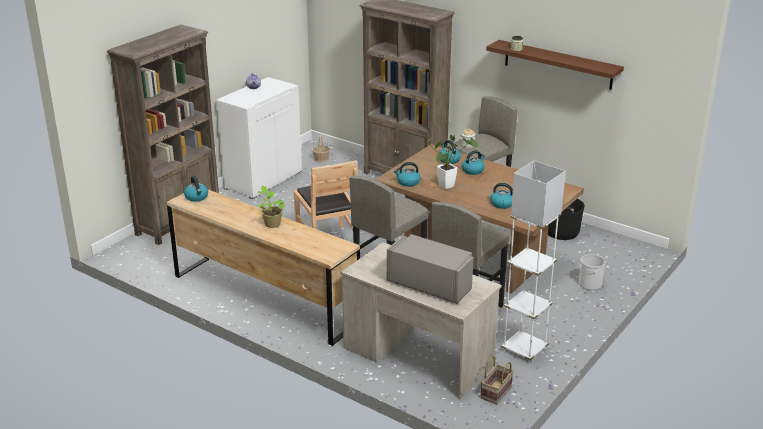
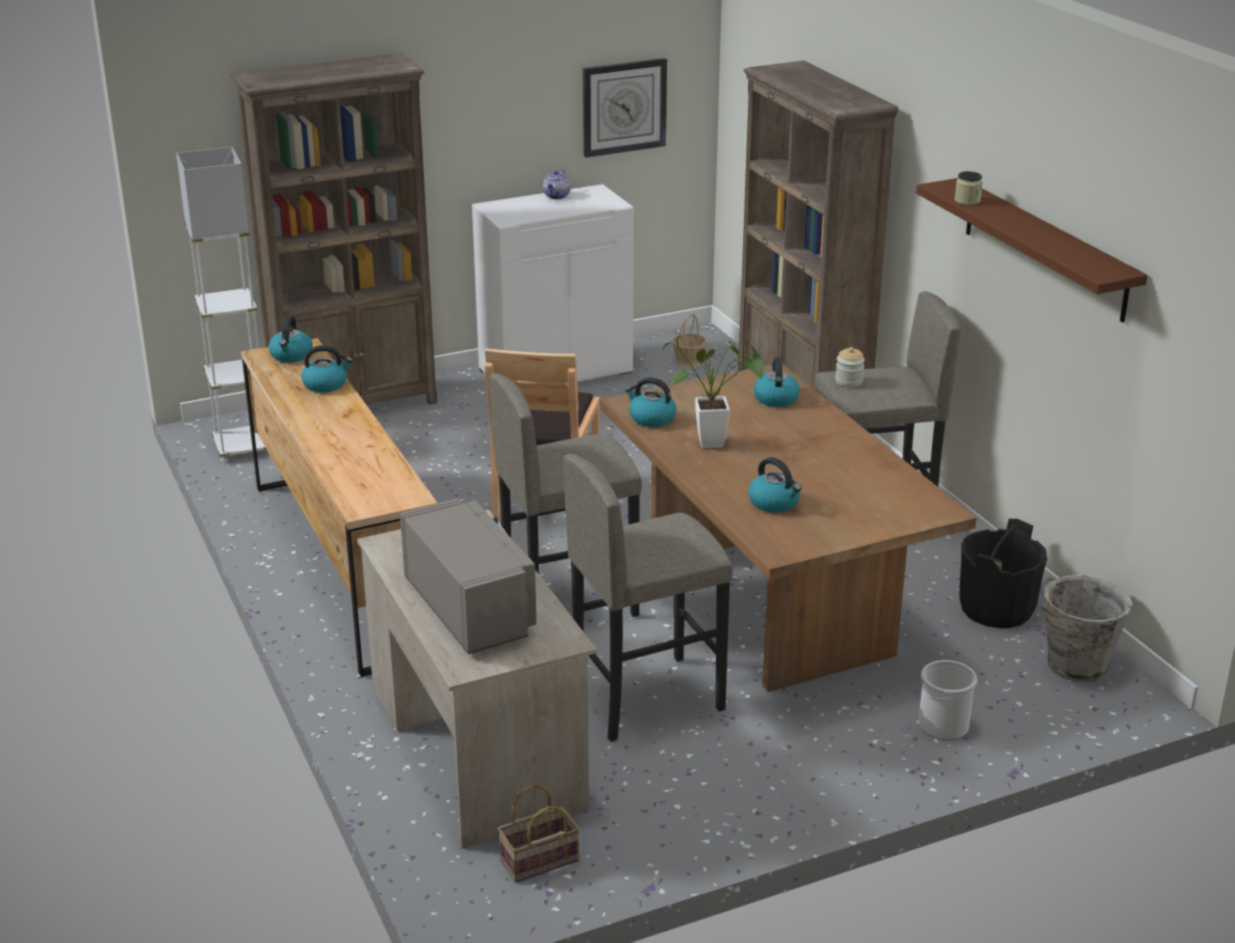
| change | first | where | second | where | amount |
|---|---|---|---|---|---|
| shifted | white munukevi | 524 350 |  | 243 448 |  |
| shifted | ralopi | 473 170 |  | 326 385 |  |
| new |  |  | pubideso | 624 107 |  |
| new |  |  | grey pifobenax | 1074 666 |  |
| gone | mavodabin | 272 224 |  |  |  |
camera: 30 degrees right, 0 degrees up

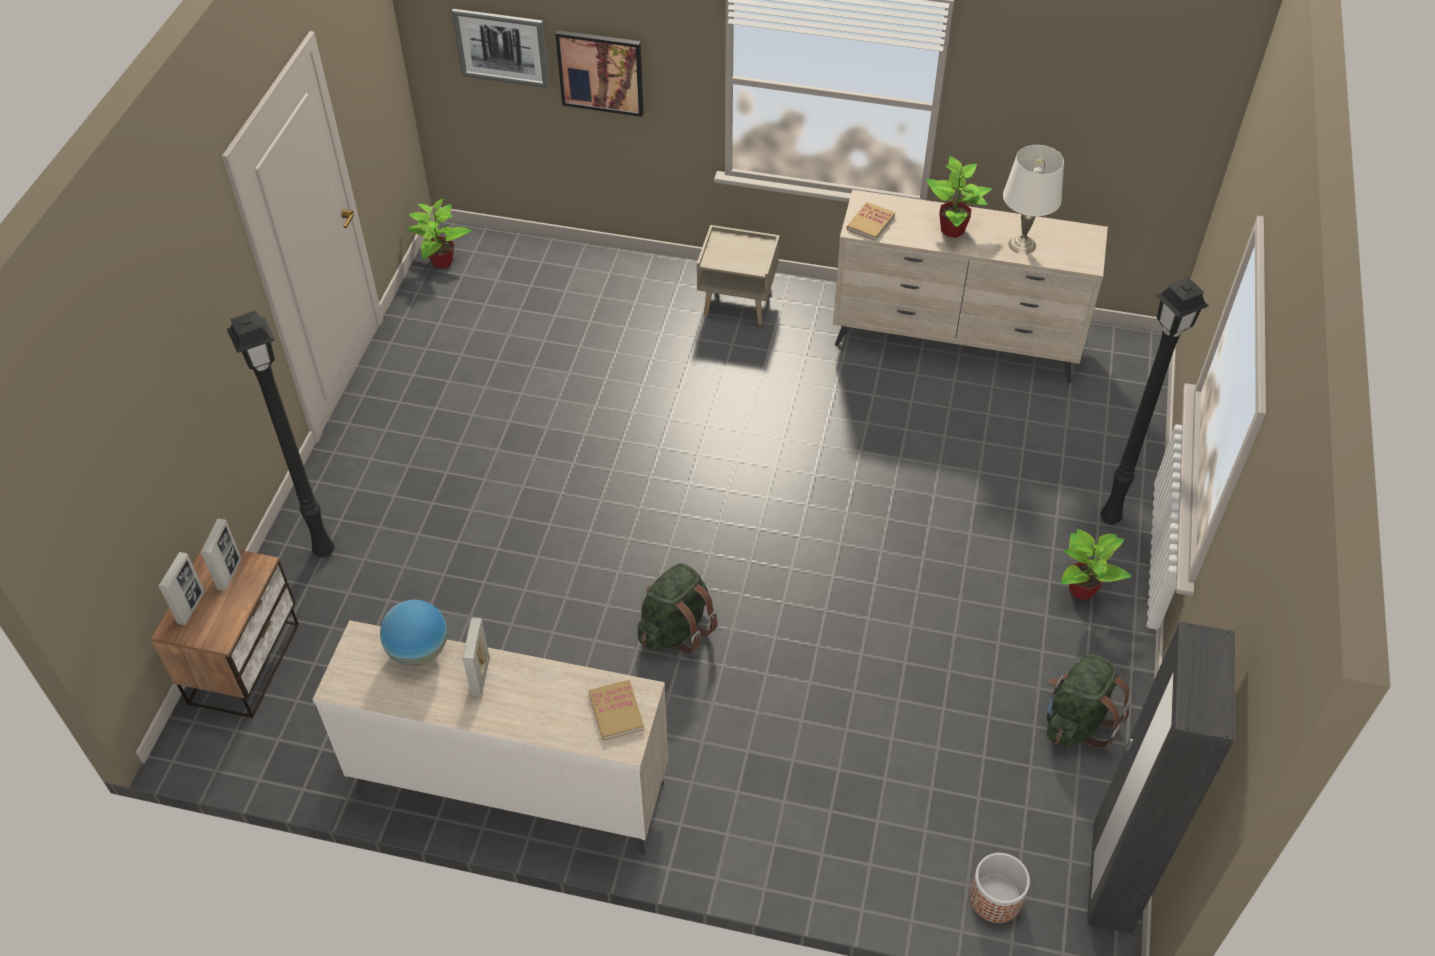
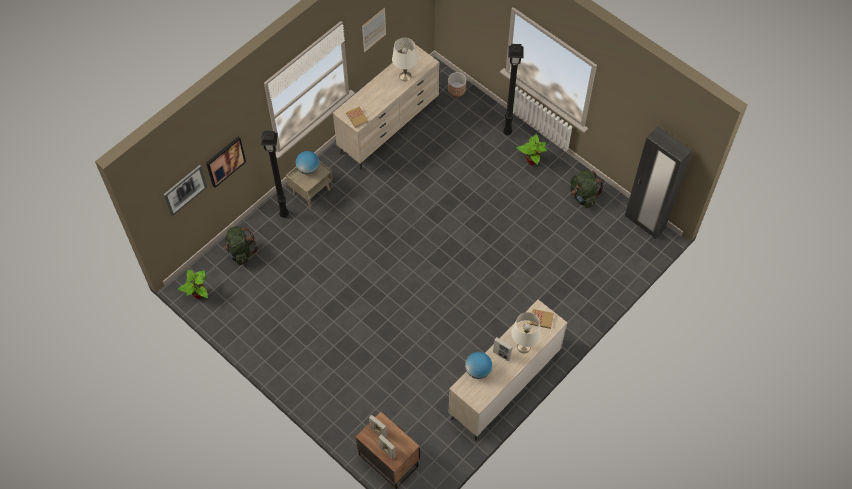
| change | first | where | second | where | amount |
|---|---|---|---|---|---|
| shifted | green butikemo | 675 629 |  | 240 252 |  |
| shifted | black munukevi | 322 550 |  | 283 215 |  |
| new |  |  | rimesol | 308 169 |  |
| new |  |  | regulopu | 374 30 |  |
| shifted | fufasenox | 995 898 |  | 456 89 |  |
| new |  |  | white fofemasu | 523 347 |  |
| gone | mavodabin | 953 230 |  |  |  |
camera: 60 degrees left, 10 degrees up

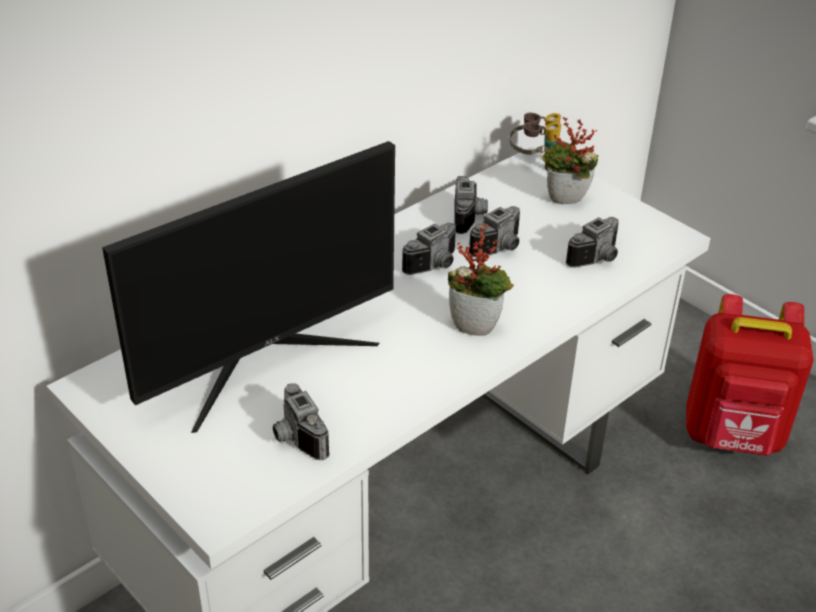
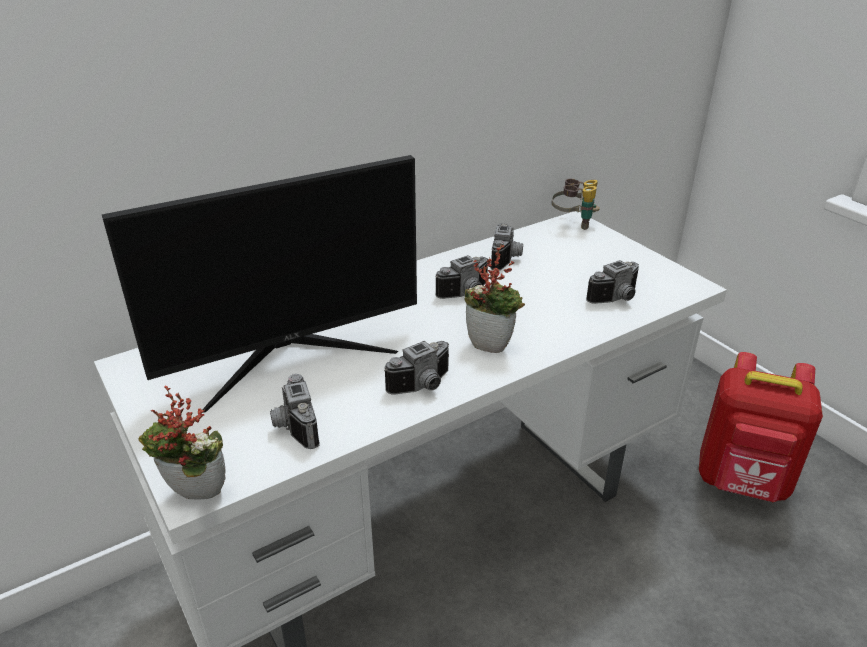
| change | first | where | second | where | amount |
|---|---|---|---|---|---|
| shifted | mavodabin | 565 203 |  | 194 497 |  |
| shifted | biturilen | 501 248 |  | 424 386 |  |
camera: 10 degrees right, 5 degrees down

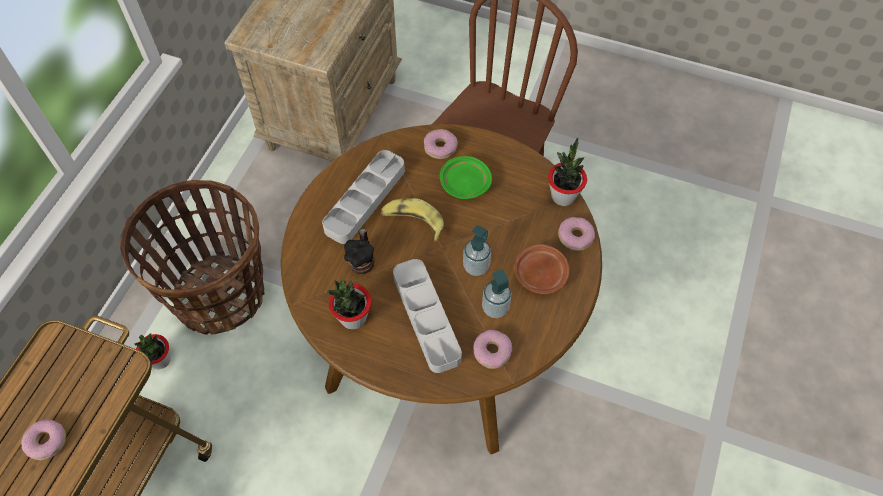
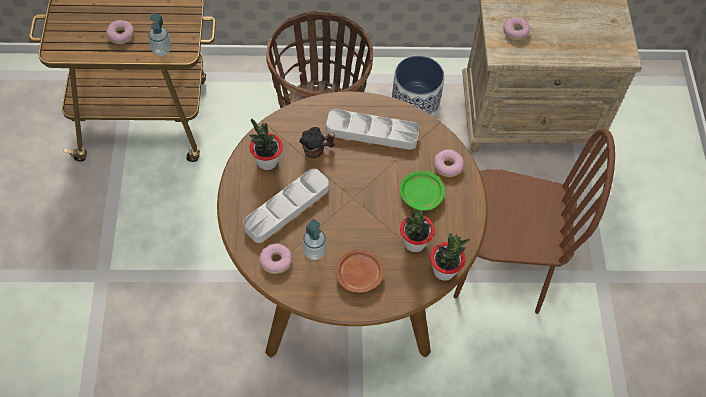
| change | first | where | second | where | amount |
|---|---|---|---|---|---|
| shifted | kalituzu | 476 266 |  | 161 50 |  |
| new |  |  | fufasenox | 415 101 |  |
| shifted | mavodabin | 160 360 |  | 414 243 |  |
| shifted | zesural | 575 237 |  | 515 31 |  |
| gone | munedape | 413 221 |  |  |  |
camera: 65 degrees right, 0 degrees up

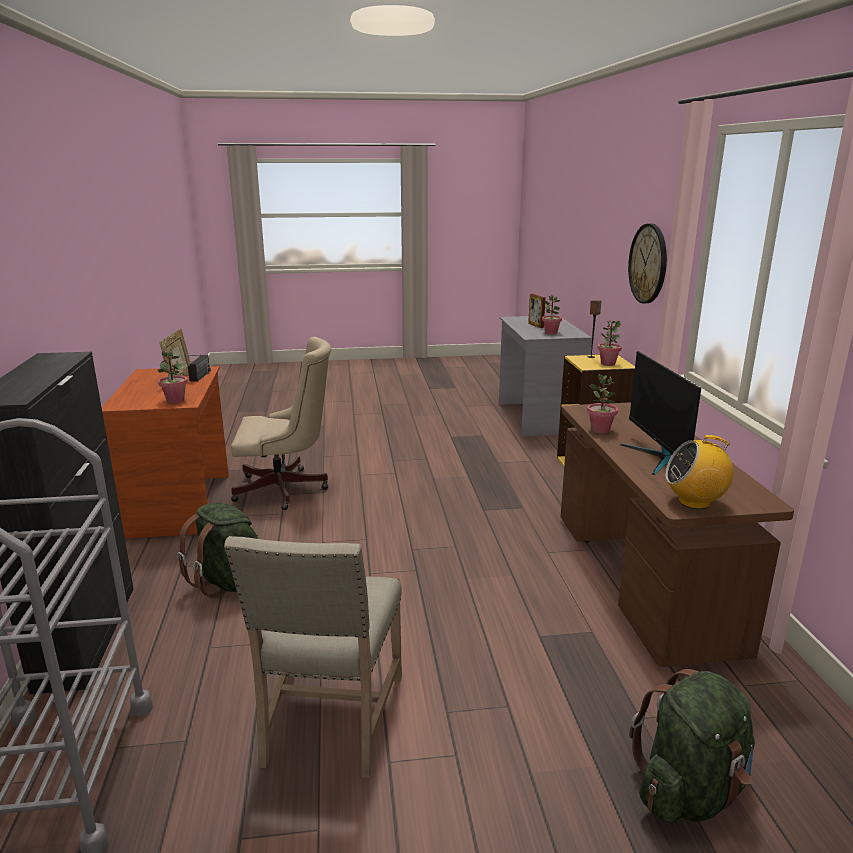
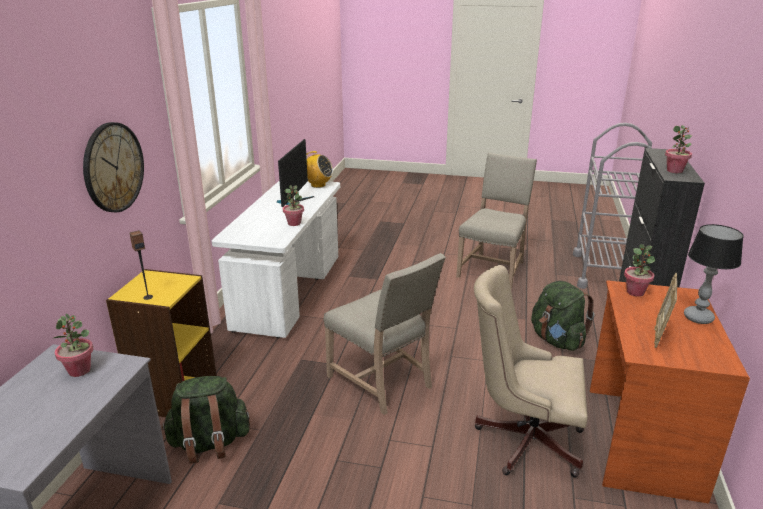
| change | first | where | second | where | amount |
|---|---|---|---|---|---|
| shifted | green butikemo | 689 791 |  | 209 443 |  |
| repainted | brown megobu | 642 579 | white megobu | 288 292 |  |
| new |  |  | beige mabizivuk | 383 382 |  |
| shifted | mavodabin | 607 363 |  | 674 171 |  |
| new |  |  | fofemasu | 698 317 |  |
| gone | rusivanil | 197 379 |  |  |  |
| gone | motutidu | 535 325 |  |  |  |
camera: 160 degrees left, 5 degrees up

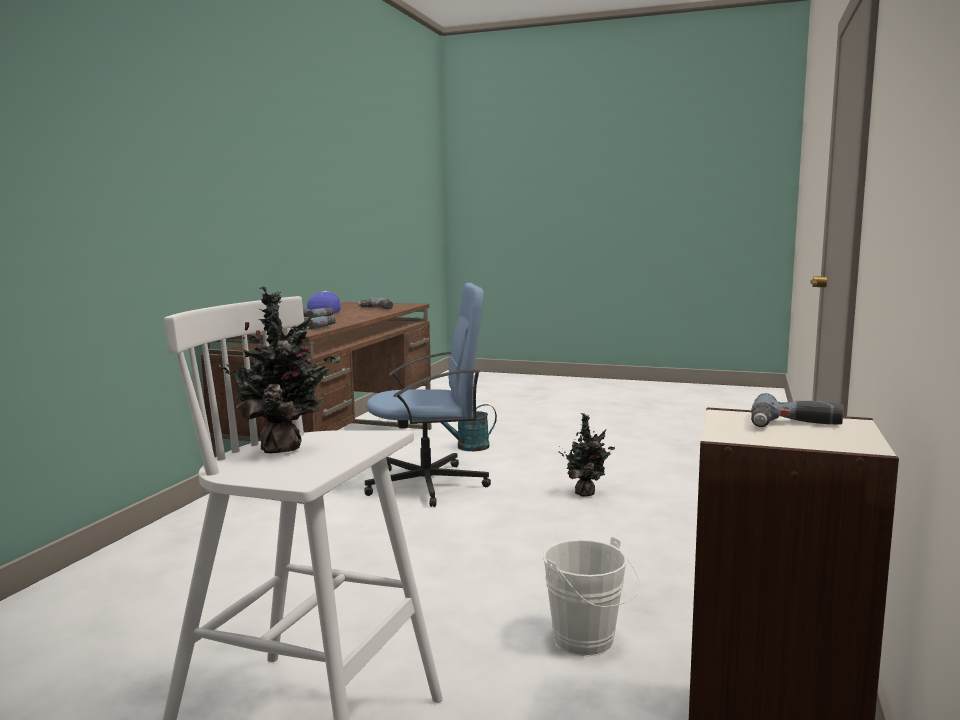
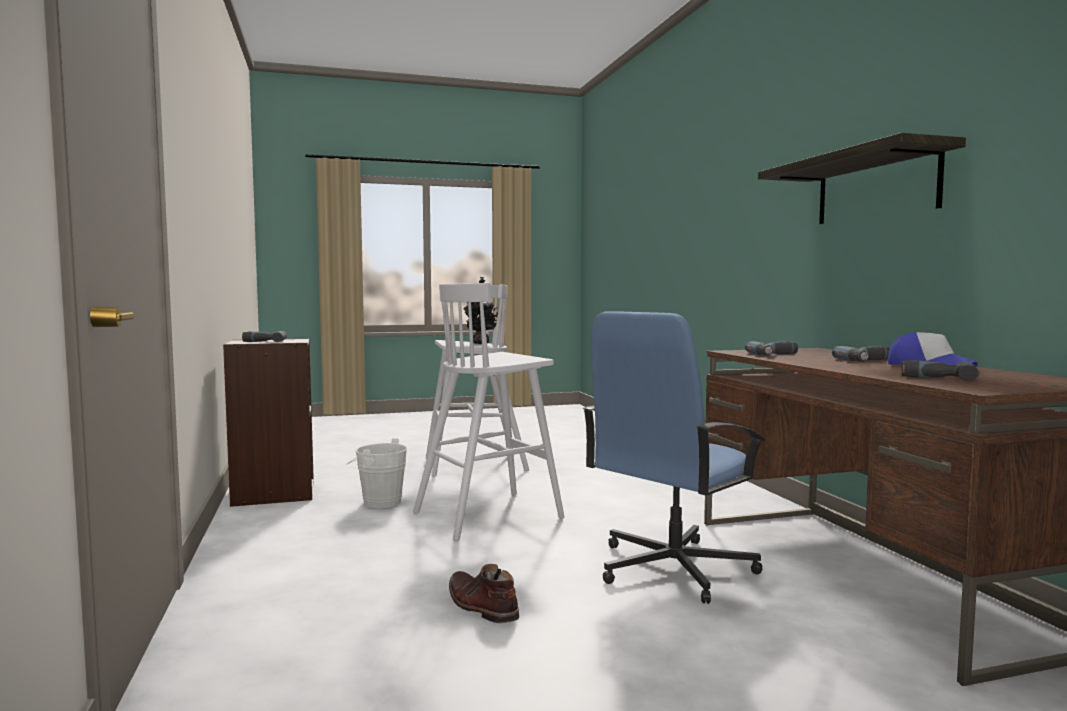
| change | first | where | second | where | amount |
|---|---|---|---|---|---|
| new |  |  | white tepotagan | 490 515 |  |
| swapped | mavodabin | 586 493 | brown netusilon | 480 606 |  |
| new |  |  | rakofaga | 876 187 |  |
| gone | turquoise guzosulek | 466 447 |  |  |  |
camera: 145 degrees right, 5 degrees down

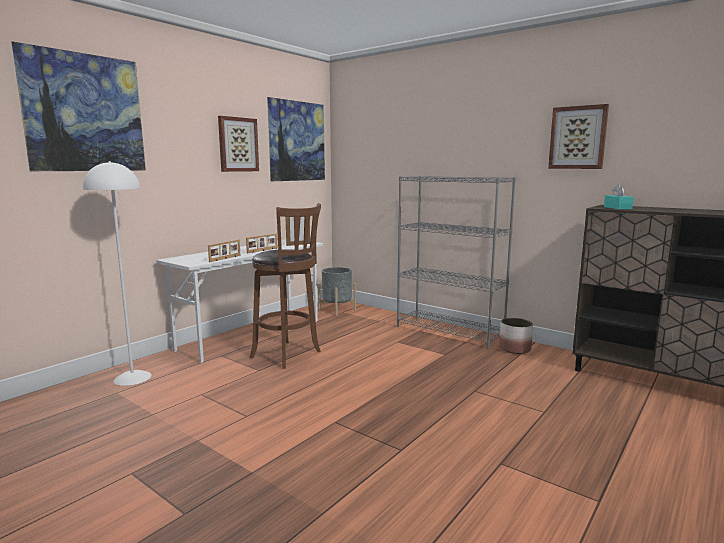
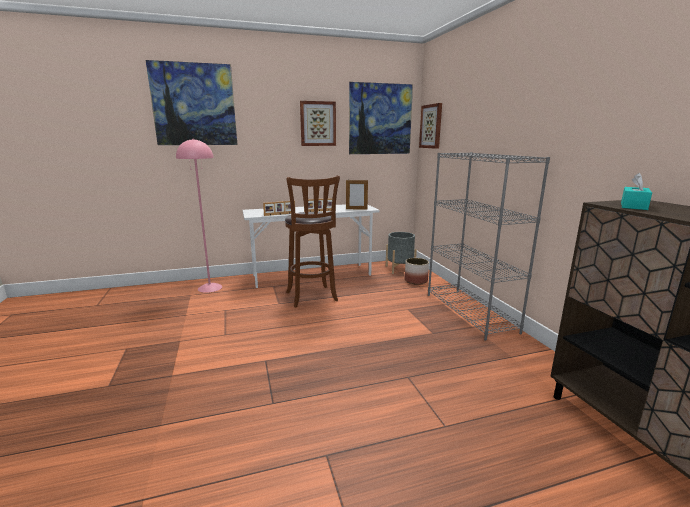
| change | first | where | second | where | amount |
|---|---|---|---|---|---|
| repainted | white munukevi | 132 378 | pink munukevi | 210 287 |  |
| shifted | fufasenox | 514 348 |  | 416 280 |  |
| shifted | regulopu | 578 137 |  | 431 126 |  |
camera: 35 degrees right, 5 degrees up

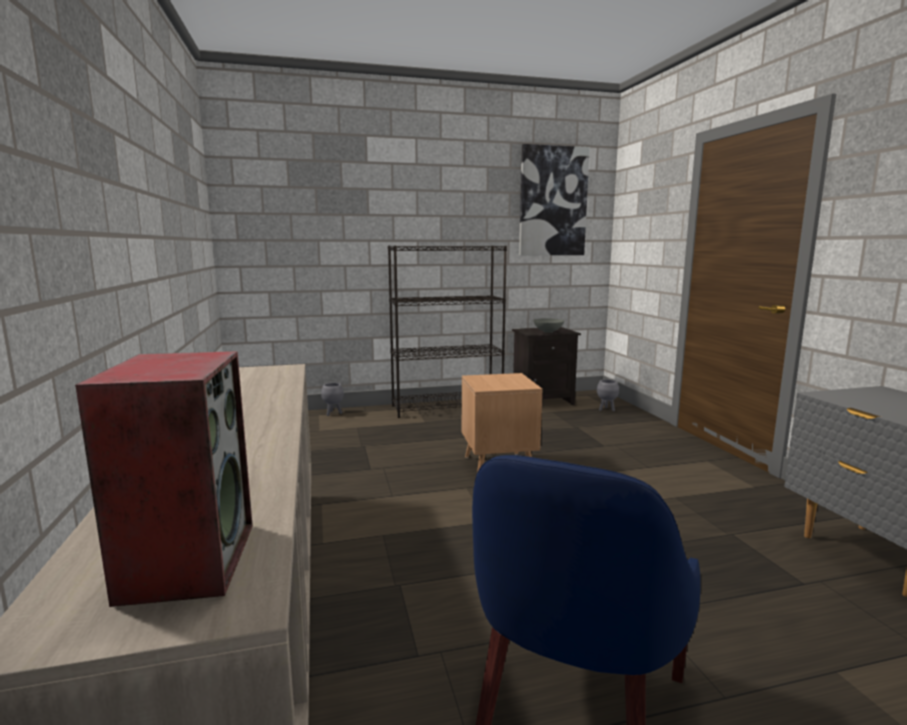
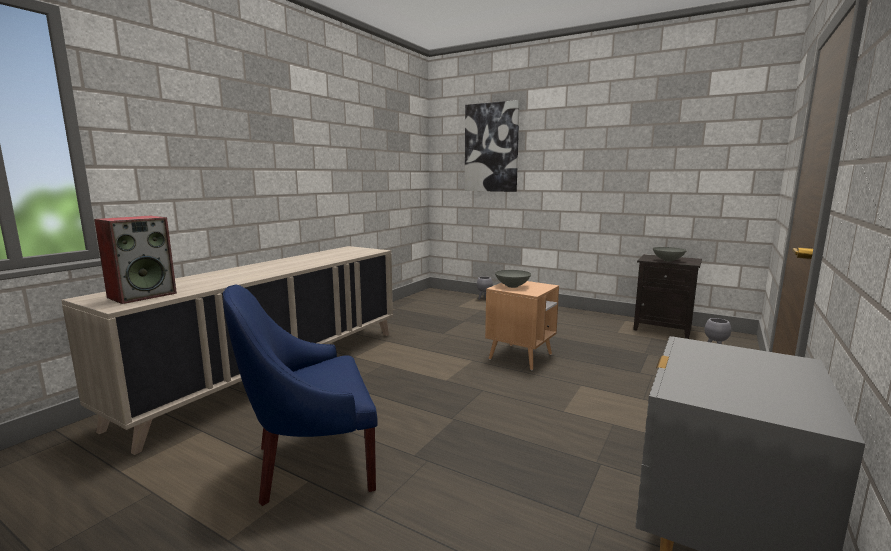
| change | first | where | second | where | amount |
|---|---|---|---|---|---|
| shifted | regulopu | 553 201 |  | 491 148 |  |
| new |  |  | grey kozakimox | 512 286 |  |
| gone | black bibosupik | 447 407 |  |  |  |
camera: 45 degrees right, 0 degrees up

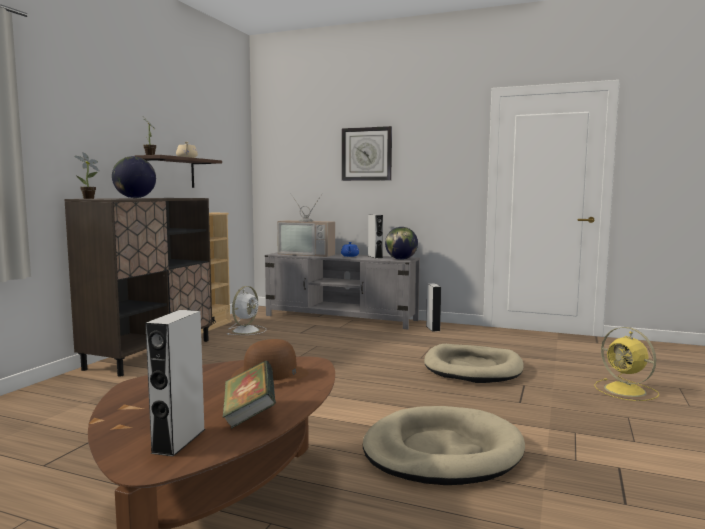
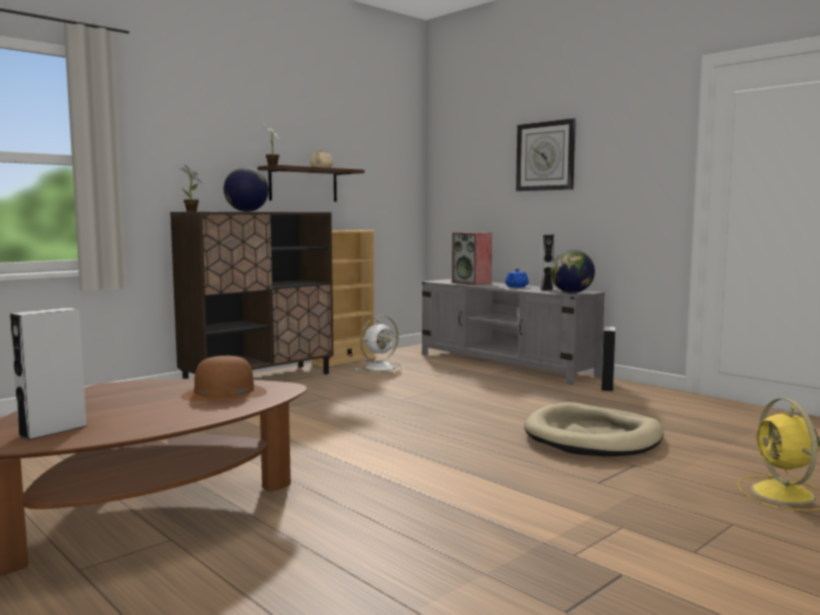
| change | first | where | second | where | amount |
|---|---|---|---|---|---|
| swapped | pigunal | 308 254 | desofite | 472 283 |  |
| gone | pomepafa | 249 414 |  |  |  |
| gone | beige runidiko | 442 451 |  |  |  |
camera: 25 degrees right, 0 degrees up

